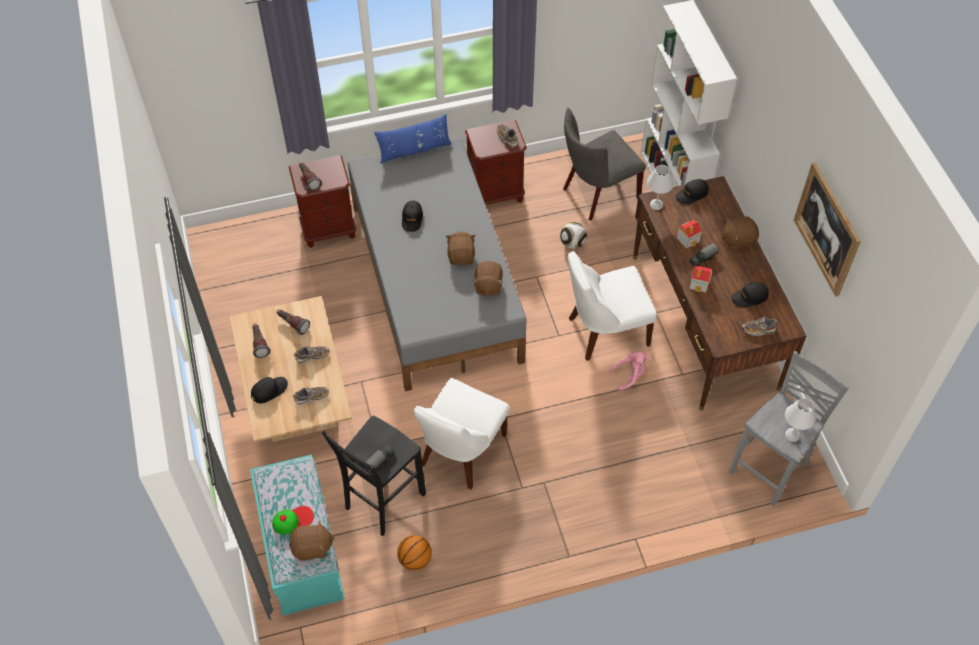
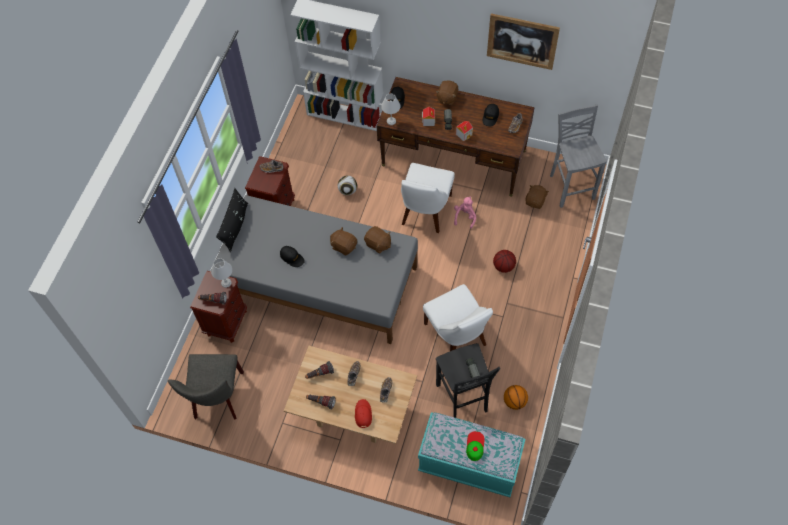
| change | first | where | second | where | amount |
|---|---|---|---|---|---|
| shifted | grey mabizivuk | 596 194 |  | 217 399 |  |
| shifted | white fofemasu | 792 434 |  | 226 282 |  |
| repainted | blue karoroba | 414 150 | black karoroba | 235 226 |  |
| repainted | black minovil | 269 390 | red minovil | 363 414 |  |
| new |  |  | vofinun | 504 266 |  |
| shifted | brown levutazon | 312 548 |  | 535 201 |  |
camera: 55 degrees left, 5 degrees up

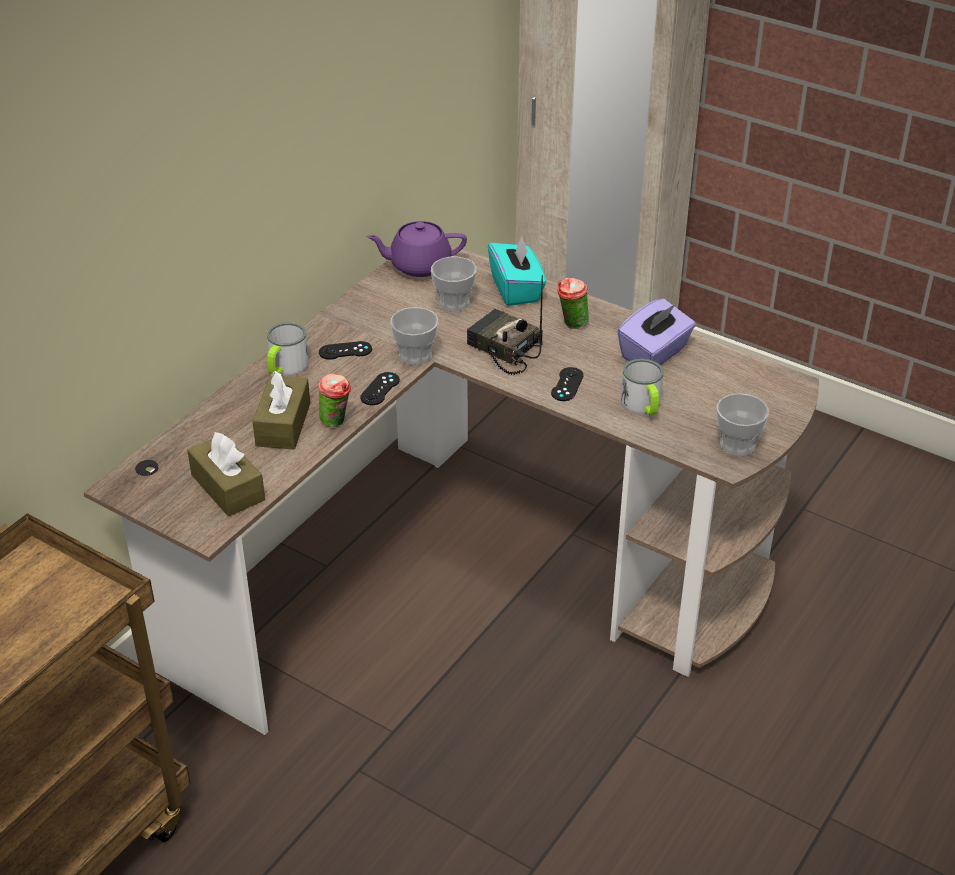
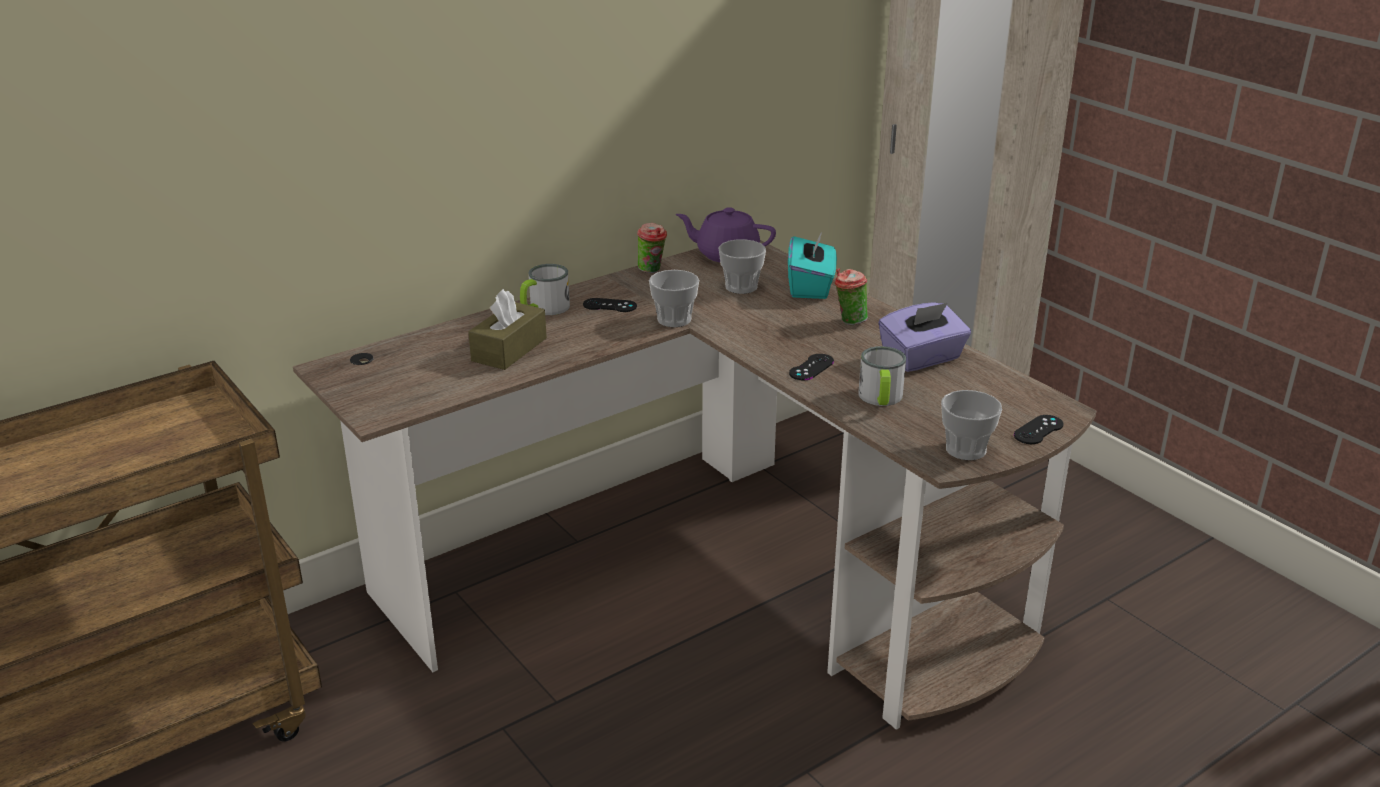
| change | first | where | second | where | amount |
|---|---|---|---|---|---|
| shifted | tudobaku | 336 422 |  | 652 271 |  |
| shifted | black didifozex | 380 389 |  | 1038 430 |  |
| gone | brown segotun | 228 487 |  |  |  |
| gone | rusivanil | 503 349 |  |  |  |
camera: 20 degrees right, 10 degrees down

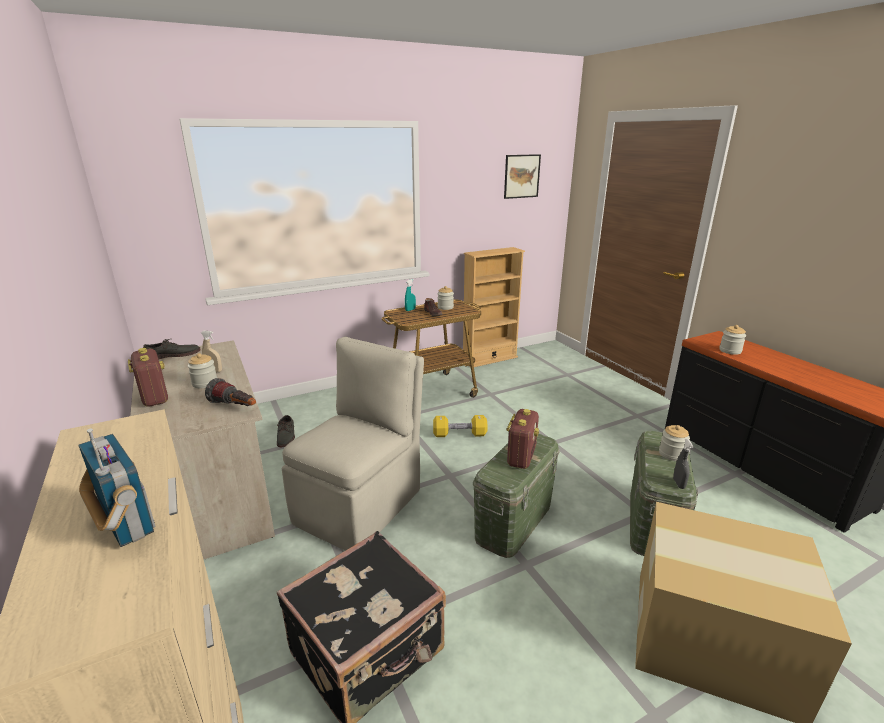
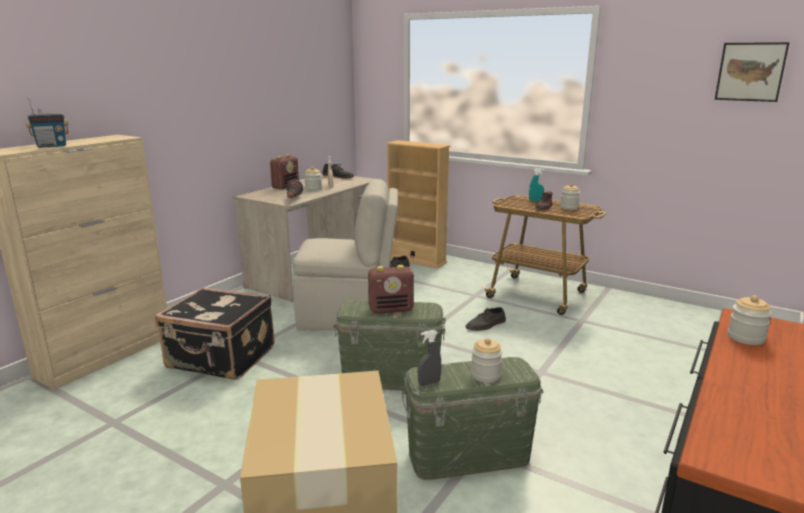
| change | first | where | second | where | amount |
|---|---|---|---|---|---|
| rotated | rusivanil | 126 525 |  | 52 146 | 45 degrees clockwise |
| shifted | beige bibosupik | 489 359 |  | 416 260 |  |
| swapped | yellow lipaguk | 459 434 | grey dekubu | 486 325 |  |
camera: 60 degrees right, 5 degrees down

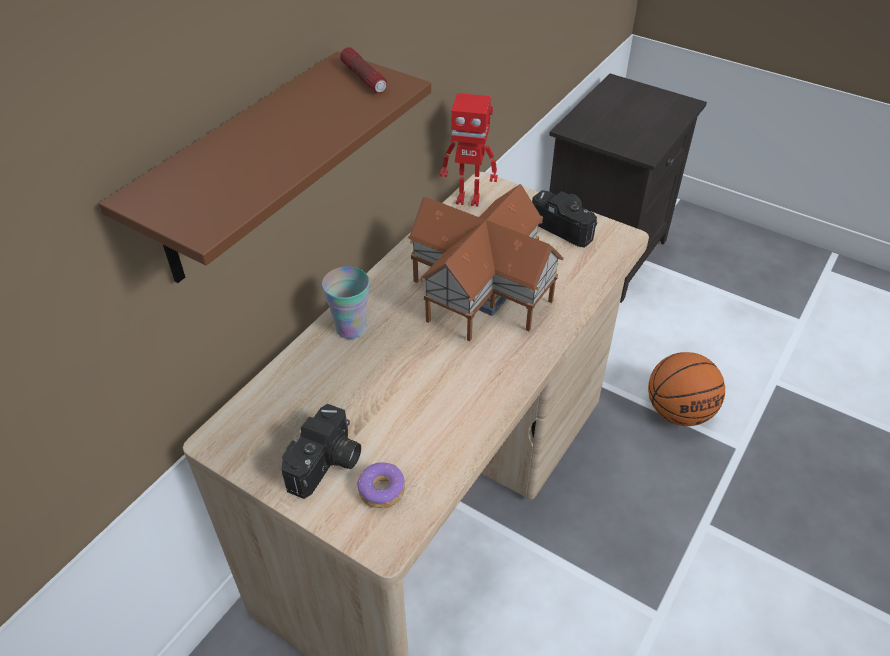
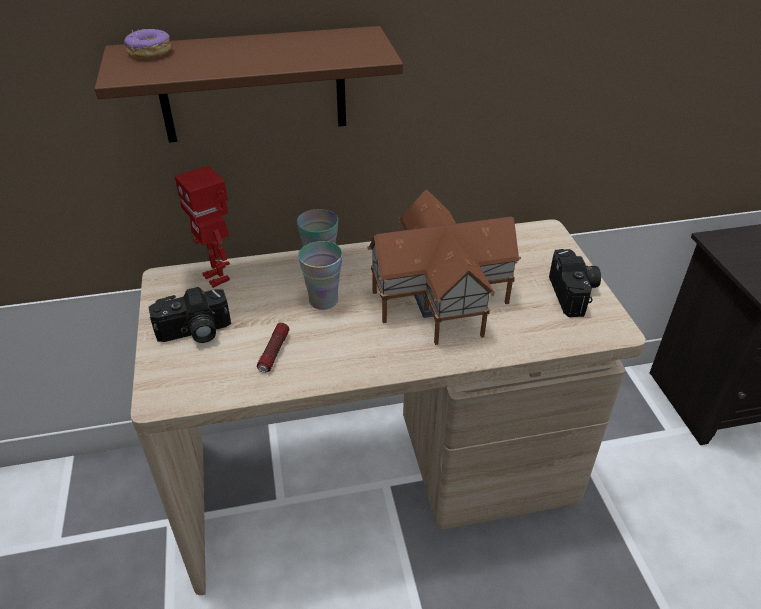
| change | first | where | second | where | amount |
|---|---|---|---|---|---|
| shifted | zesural | 382 490 |  | 149 52 |  |
| shifted | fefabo | 468 199 |  | 218 277 |  |
| shifted | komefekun | 364 78 |  | 274 353 |  |
| new |  |  | tudobaku | 323 301 |  |
| gone | vofinun | 678 411 |  |  |  |
camera: 45 degrees right, 5 degrees down

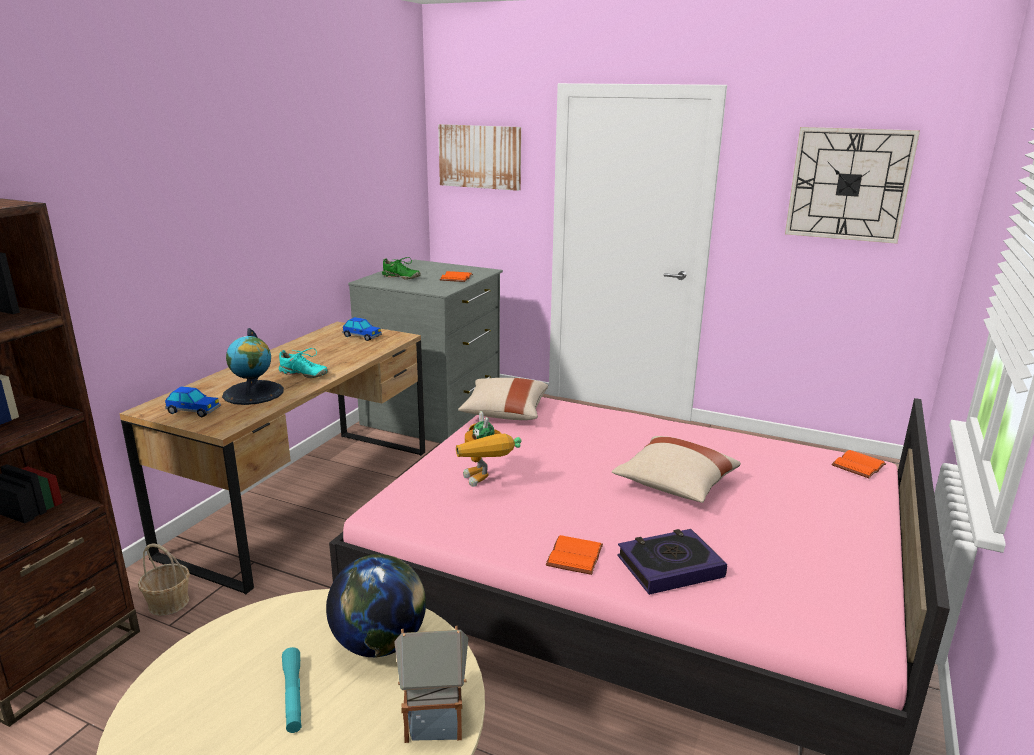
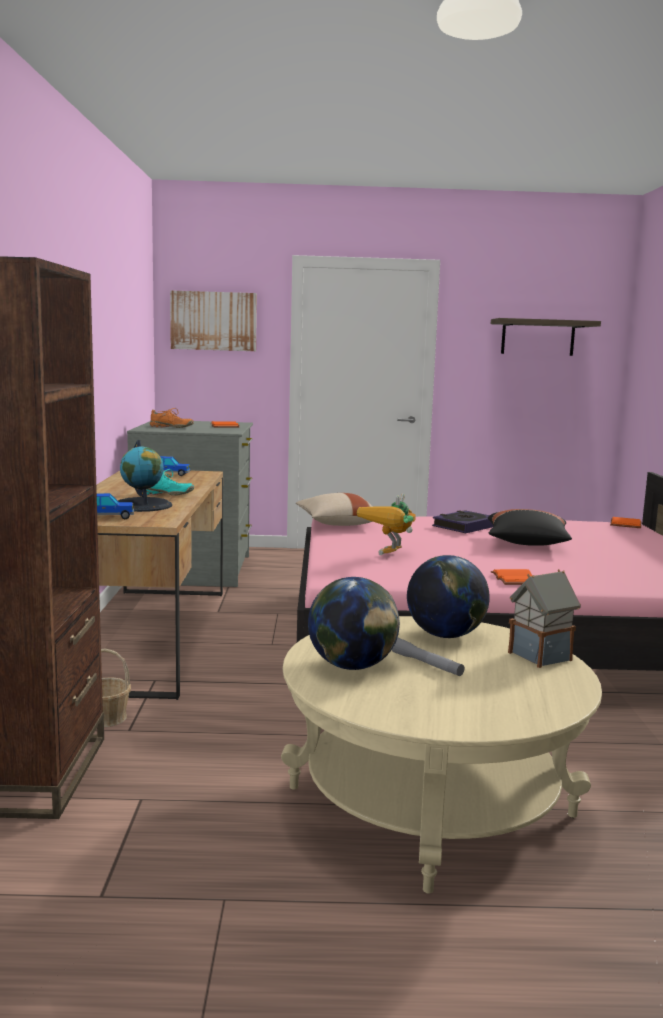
| change | first | where | second | where | amount |
|---|---|---|---|---|---|
| repainted | green dekubu | 401 277 | orange dekubu | 171 427 |  |
| new |  |  | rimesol | 352 667 |  |
| rotated | fefabo | 485 483 |  | 390 556 | 75 degrees clockwise |
| repainted | turquoise komefekun | 293 695 | grey komefekun | 426 664 |  |
| shifted | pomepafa | 669 566 |  | 464 526 |  |
| repainted | beige karoroba | 674 485 | black karoroba | 526 543 |  |
| swapped | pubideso | 848 184 | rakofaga | 538 337 |  |
camera: 25 degrees left, 10 degrees down

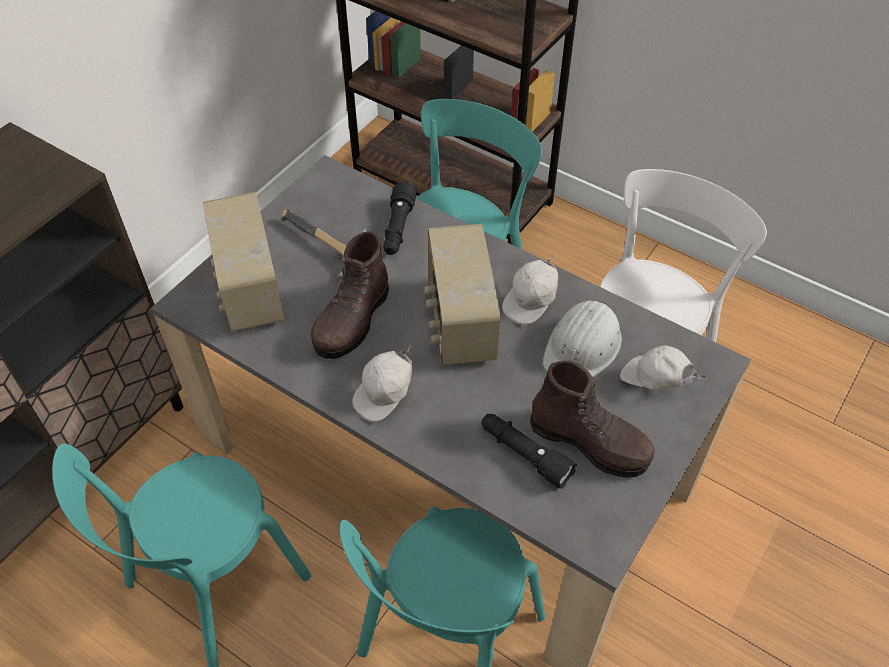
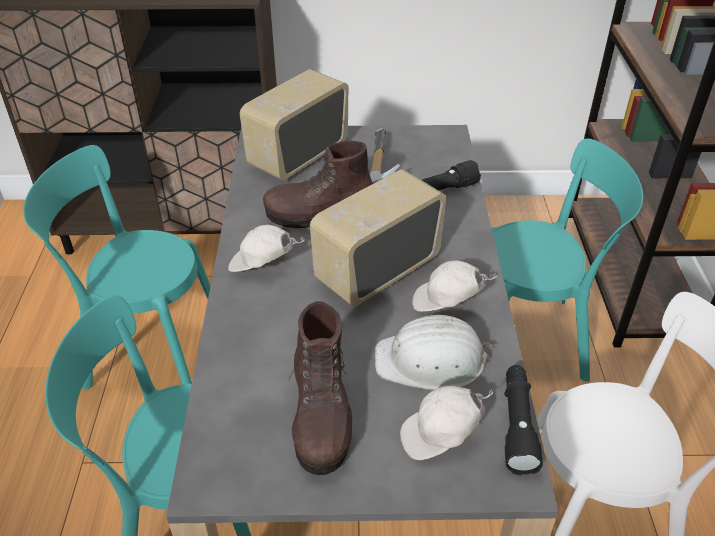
| change | first | where | second | where | amount |
|---|---|---|---|---|---|
| rotated | white minovil | 654 382 |  | 441 436 | 105 degrees counterclockwise |
| shifted | black komefekun | 524 454 |  | 517 425 |  |
camera: 55 degrees right, 10 degrees down

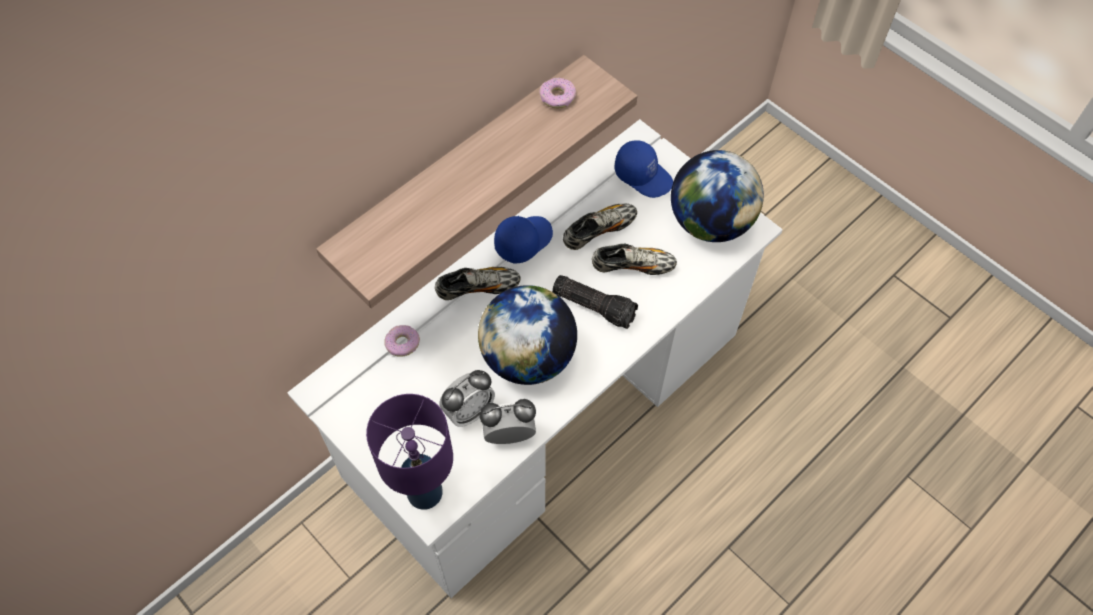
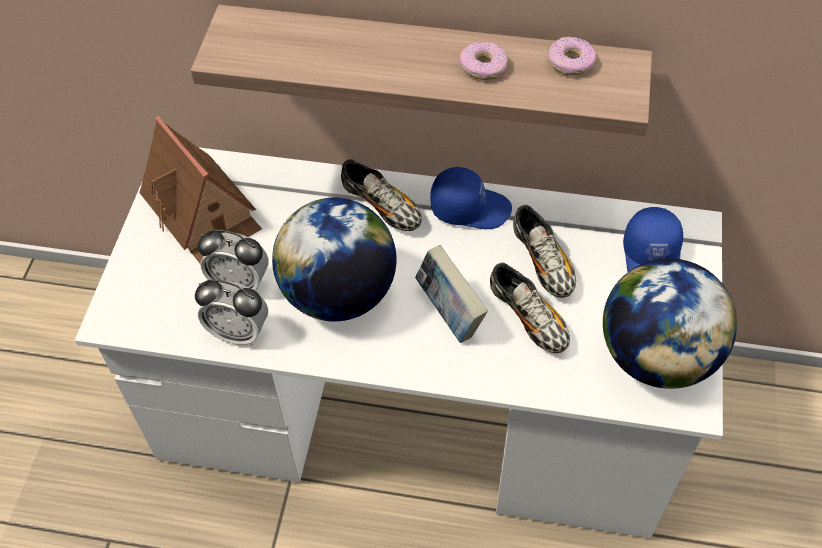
| change | first | where | second | where | amount |
|---|---|---|---|---|---|
| new |  |  | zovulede | 203 212 |  |
| rotated | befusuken | 509 435 |  | 238 332 | 150 degrees clockwise |
| swapped | komefekun | 595 305 | pomepafa | 449 313 |  |
| shifted | zesural | 402 343 |  | 483 66 |  |
| rotated | dekubu | 599 231 |  | 543 262 | 45 degrees clockwise |
| gone | purple fofemasu | 426 492 |  |  |  |
camera: 55 degrees right, 5 degrees down

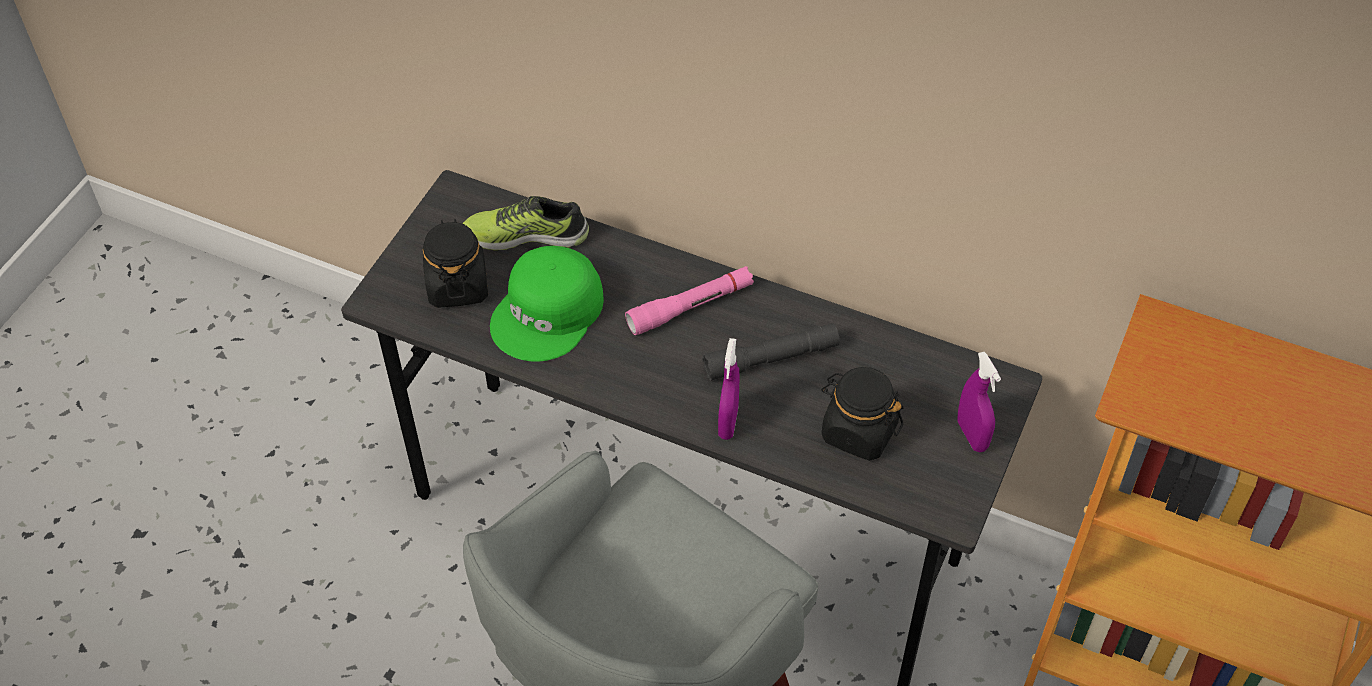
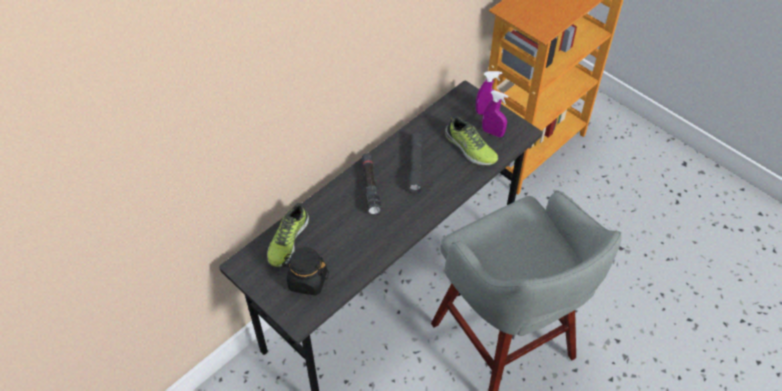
| change | first | where | second | where | amount |
|---|---|---|---|---|---|
| repainted | pink komefekun | 690 307 | black komefekun | 370 186 |  |
| swapped | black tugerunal | 858 431 | dekubu | 469 148 |  |
| shifted | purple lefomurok | 728 422 |  | 492 132 |  |
| gone | green minovil | 549 313 |  |  |  |
camera: 70 degrees left, 0 degrees up

